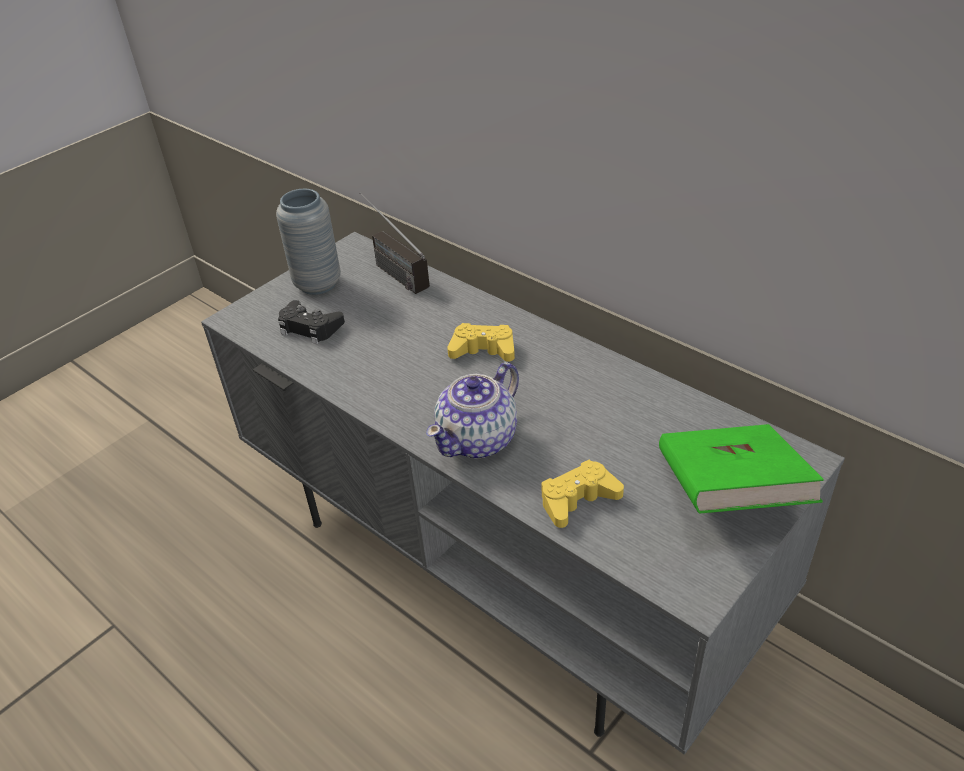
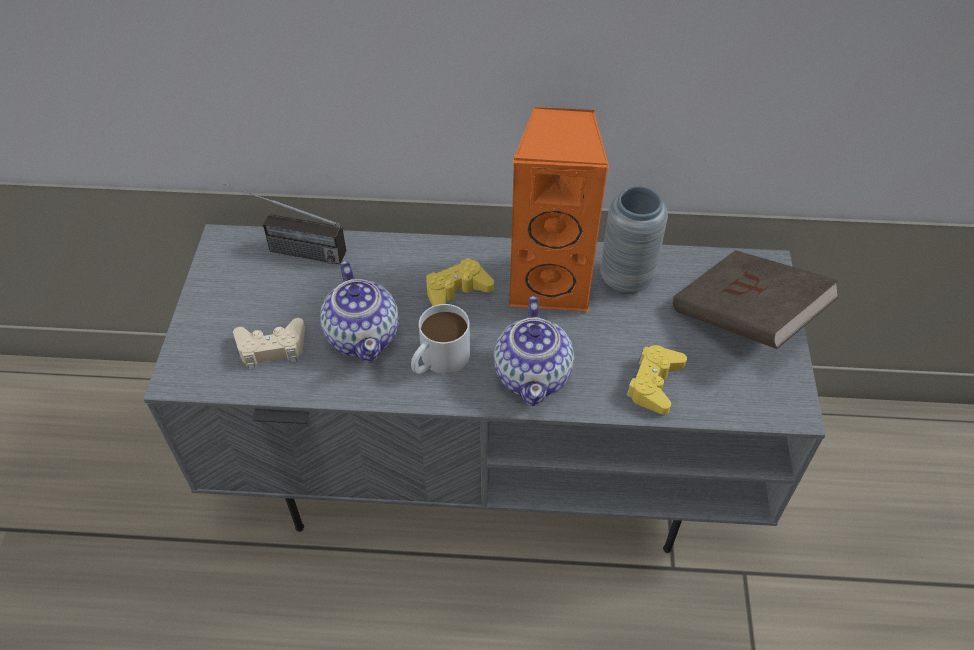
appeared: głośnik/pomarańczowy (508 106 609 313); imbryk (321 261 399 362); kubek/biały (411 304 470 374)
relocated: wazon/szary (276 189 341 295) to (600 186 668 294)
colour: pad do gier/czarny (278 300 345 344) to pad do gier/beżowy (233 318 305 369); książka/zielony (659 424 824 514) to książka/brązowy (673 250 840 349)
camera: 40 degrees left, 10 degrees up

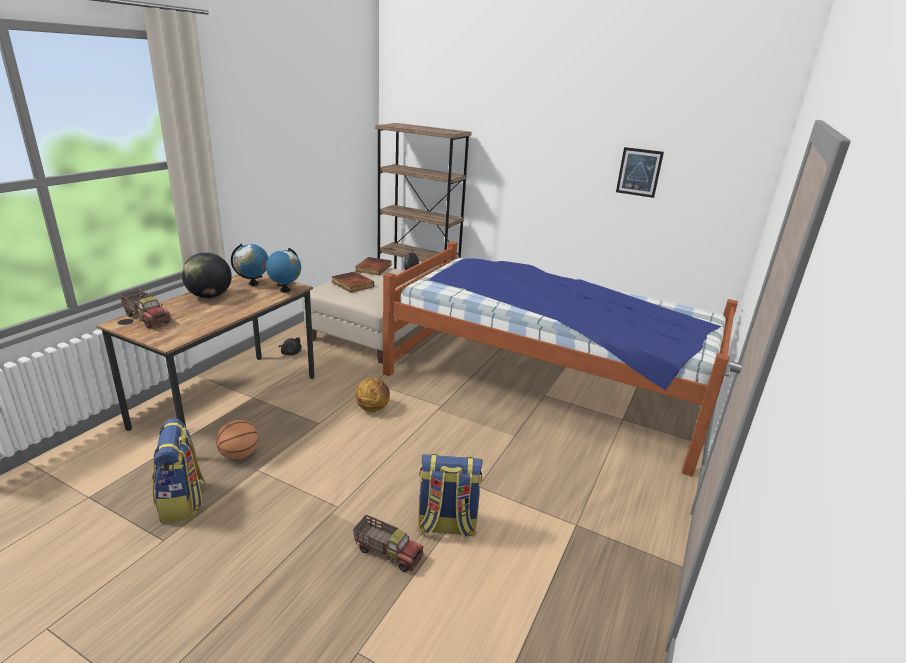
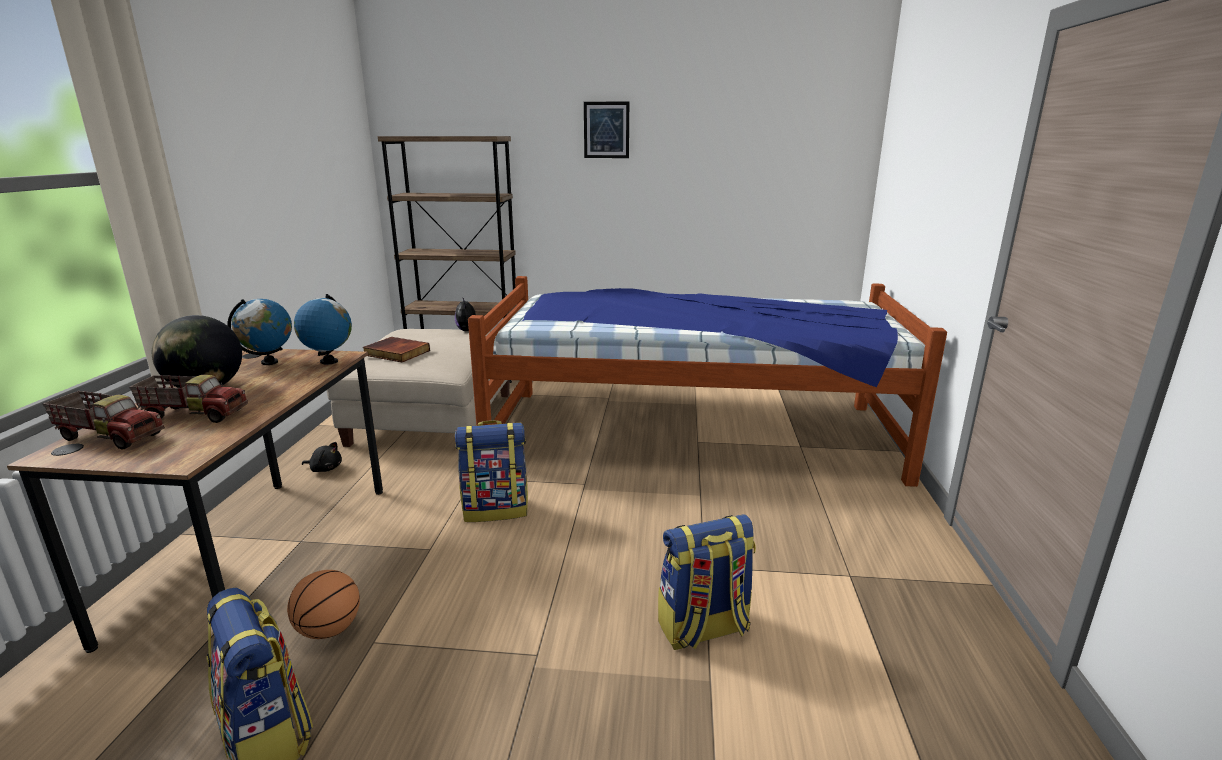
missing: książka (355 257 392 275)
relocated: obraz (616 147 664 198) to (584 102 629 158); ciężarówka zabawkowa (353 514 423 572) to (129 375 248 423)
exchanged: piłka do koszykówki (355 378 390 412) to plecak (455 420 528 522)
camera: 20 degrees left, 5 degrees down

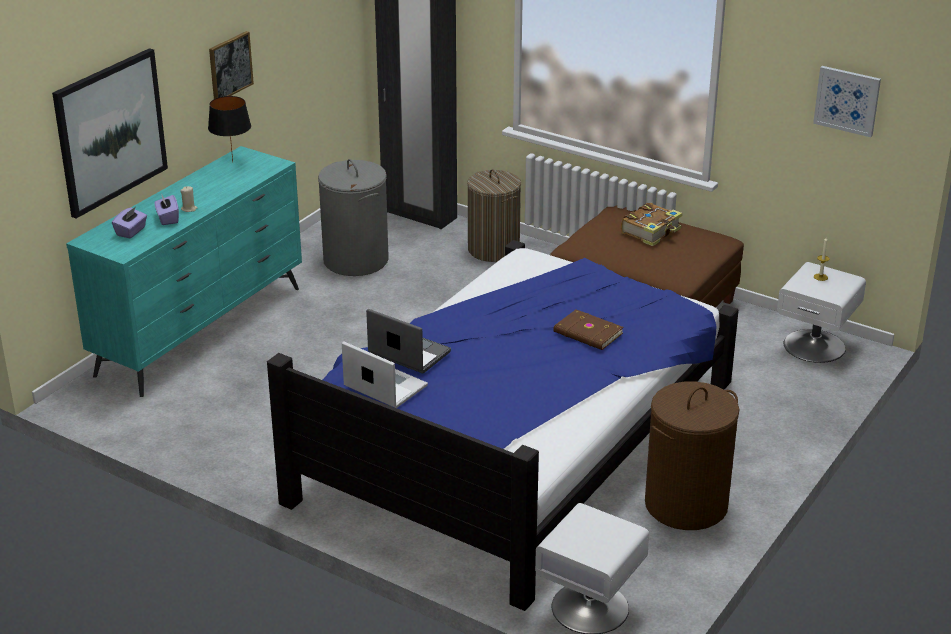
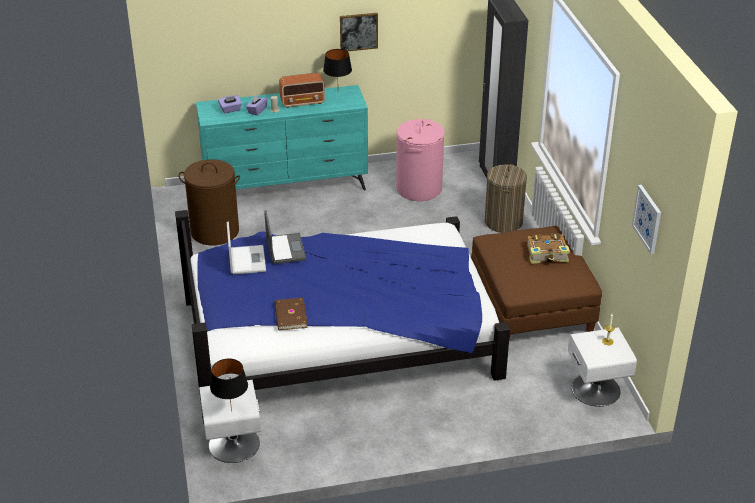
missing: obraz (52 48 168 218)
appeared: radio (279 73 325 108); lampa stołowa/czarny (210 359 248 411)
relocated: książka/brązowy (553 309 623 350) to (275 298 308 330); kosz na pranie/brązowy (645 381 740 530) to (178 159 240 246)
colour: kosz na pranie/szary (318 159 389 276) to kosz na pranie/różowy (396 119 445 201)
camera: 45 degrees right, 5 degrees up

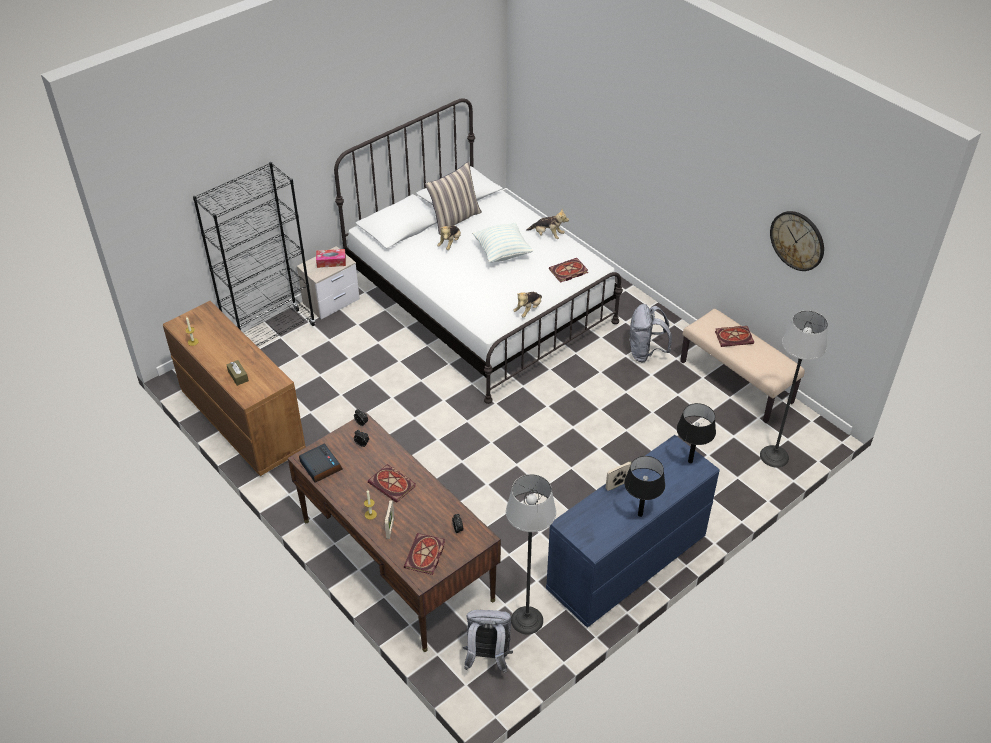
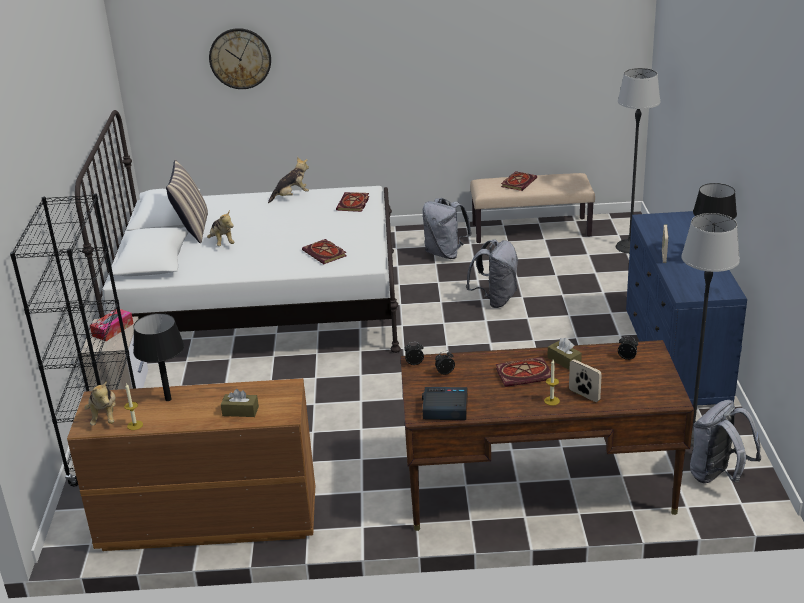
missing: poduszka (472 223 533 263)
appeared: plecak/szary (466 239 518 308); pudełko chusteczek/brązowy (547 338 582 370)
relocated: zegar ścienny (770 211 824 271) to (209 28 271 89); pluszak (513 292 542 318) to (84 380 116 425); lampa stołowa/czarny (677 403 716 463) to (133 313 184 401); książka (404 533 445 575) to (302 239 347 264)
camera: 50 degrees left, 15 degrees down

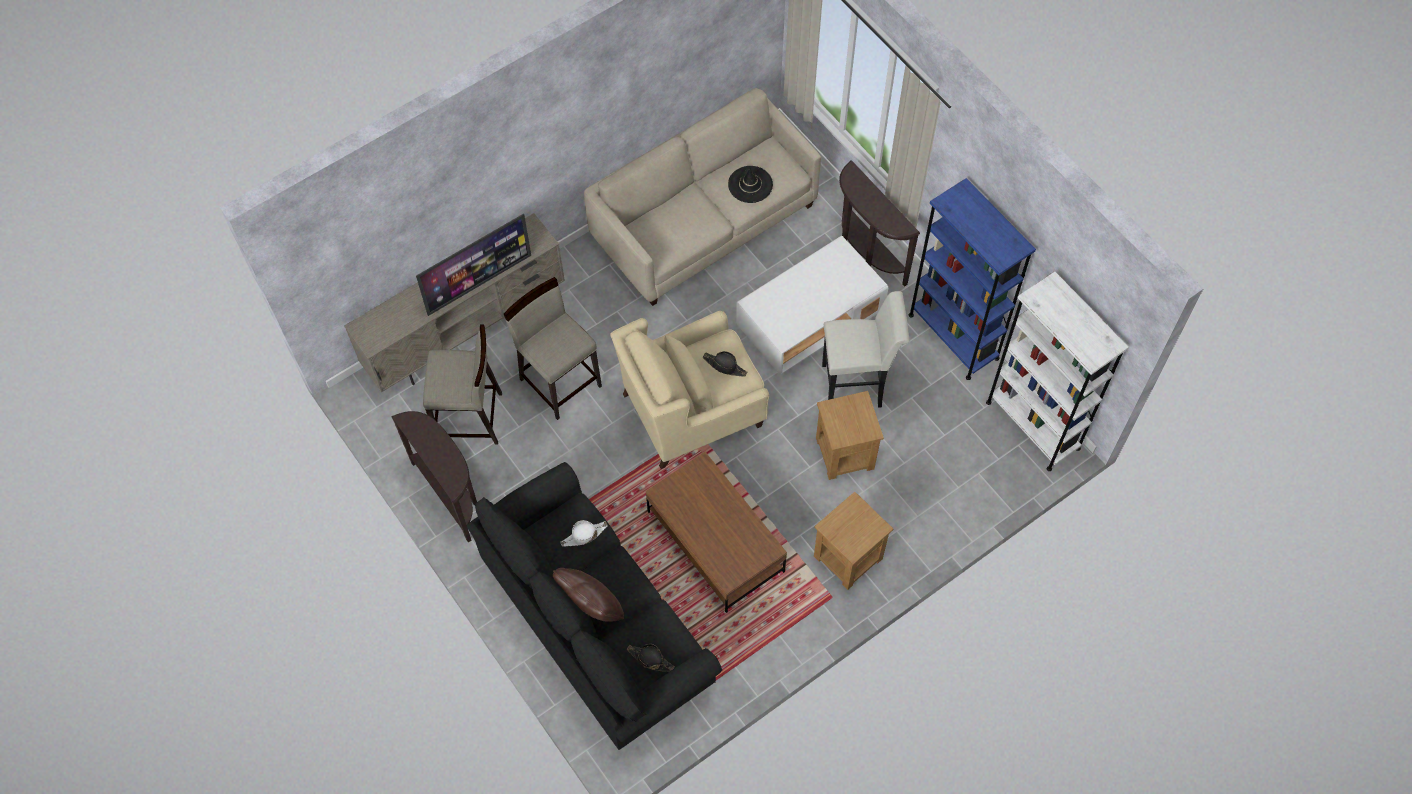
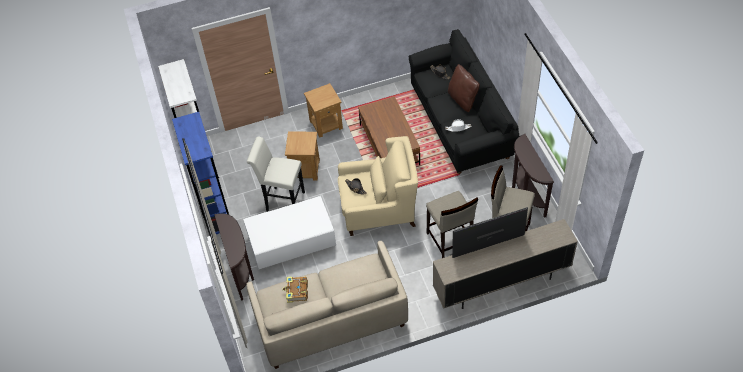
exchanged: kapelusz/czarny (728 166 773 203) to książka (282 277 308 303)
camera: 160 degrees left, 10 degrees down

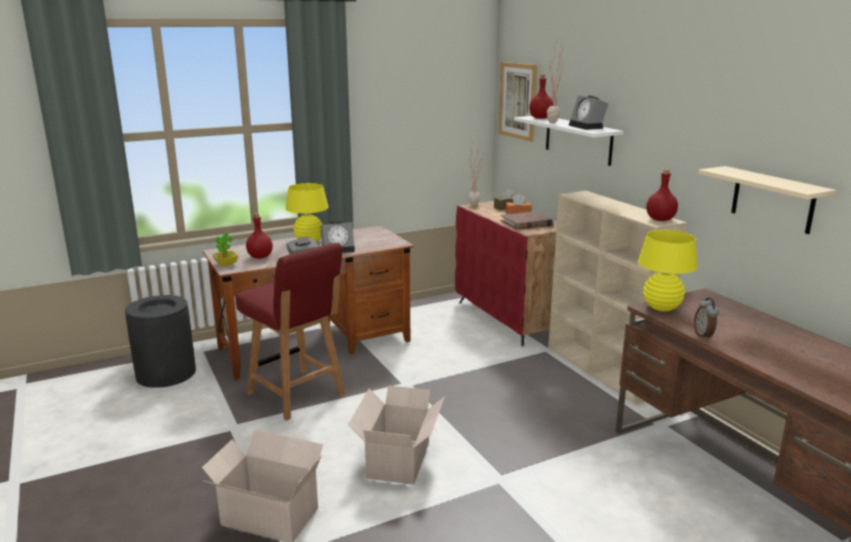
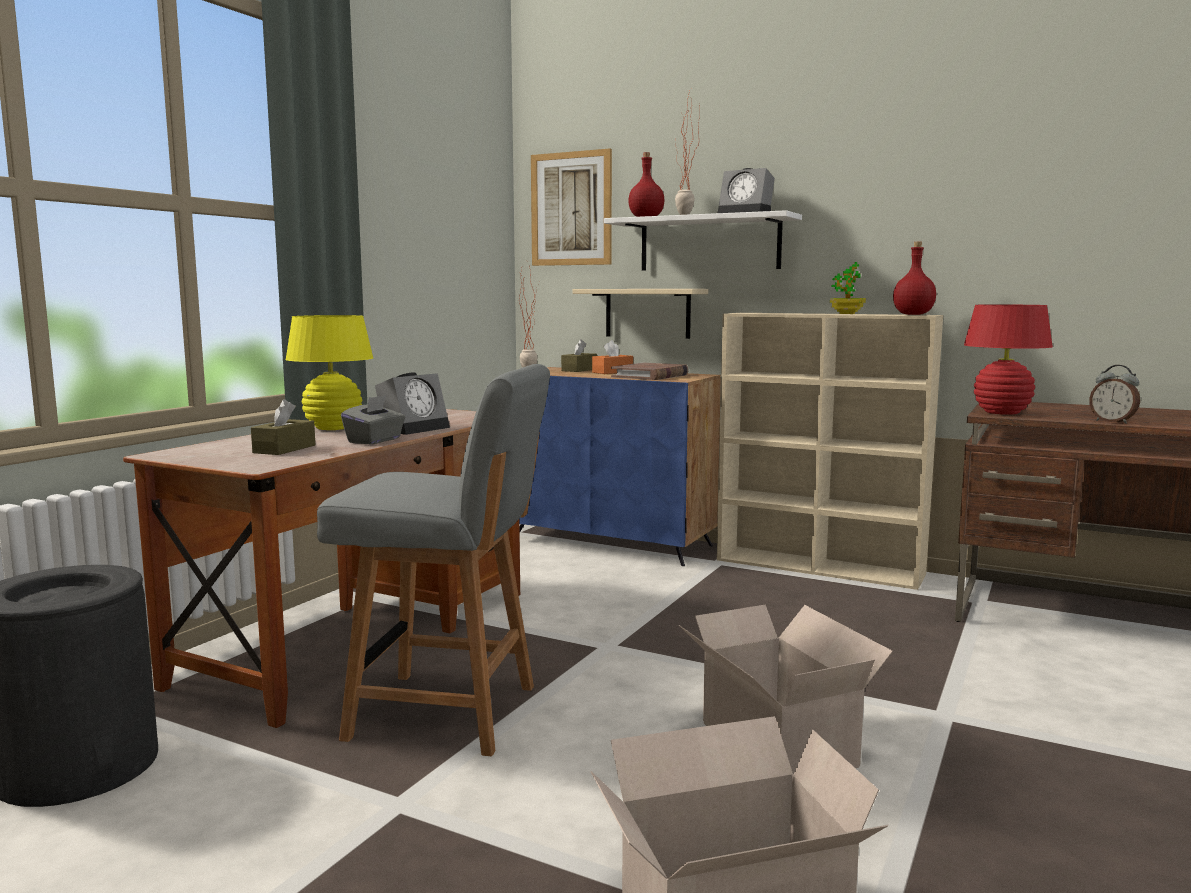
relocated: półka/beżowy (698 166 837 234) to (573 289 708 339); roślina doniczkowa (213 232 238 267) to (830 262 866 314)
exchanged: butelka/czerwony (246 213 273 259) to pudełko chusteczek/brązowy (251 399 315 455)
colour: szafka/czerwony (455 201 557 346) to szafka/niebieski (519 367 721 566); lampa stołowa/żółty (638 230 698 311) to lampa stołowa/czerwony (964 304 1053 415); krzesło/czerwony (235 243 345 421) to krzesło/szary (317 364 550 756)
camera: 35 degrees left, 10 degrees down

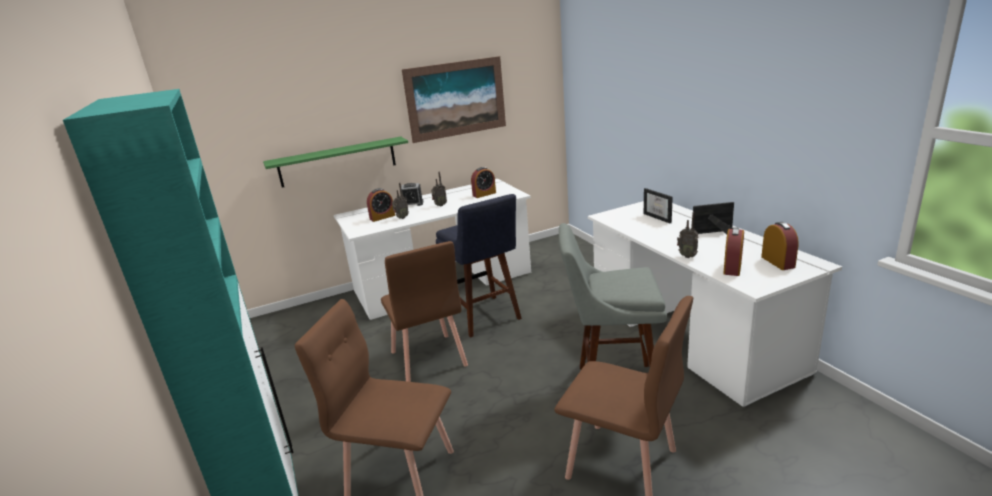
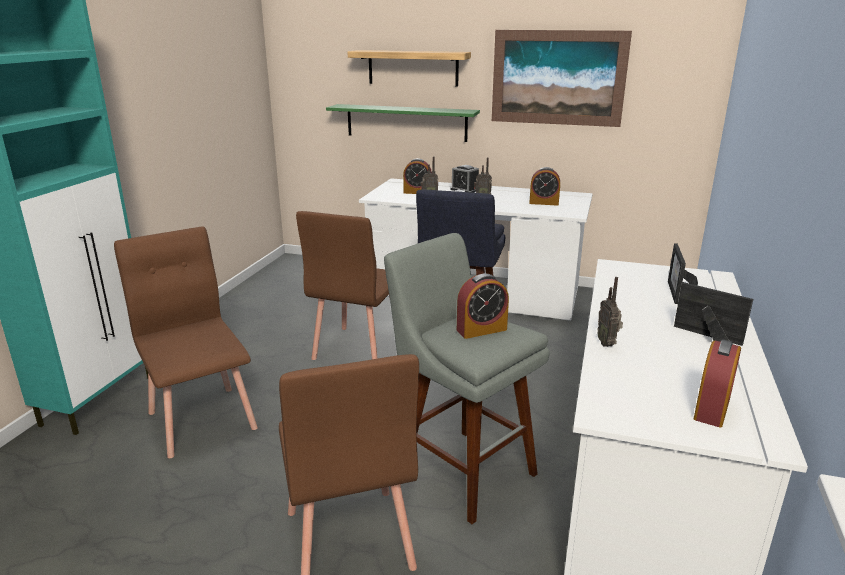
appeared: półka (347 50 471 86)
relocated: budzik (723 227 744 276) to (457 273 509 339)
camera: 40 degrees right, 0 degrees up

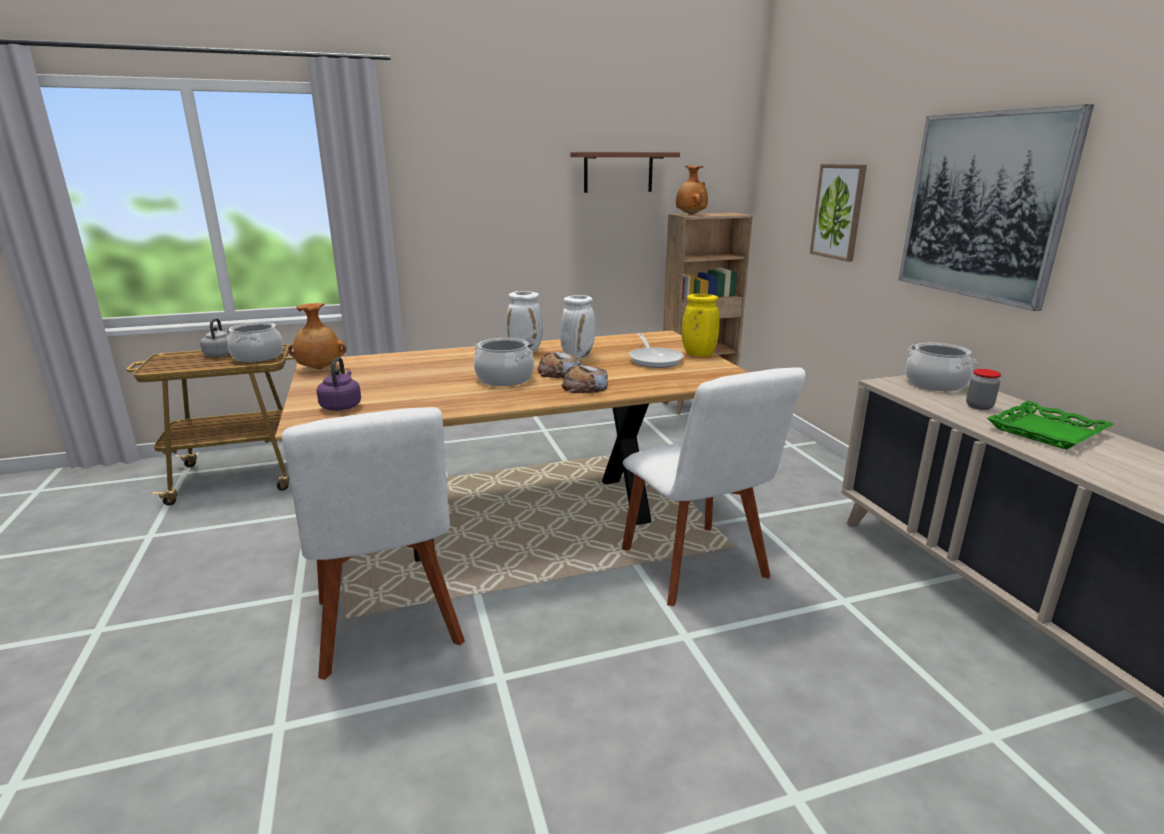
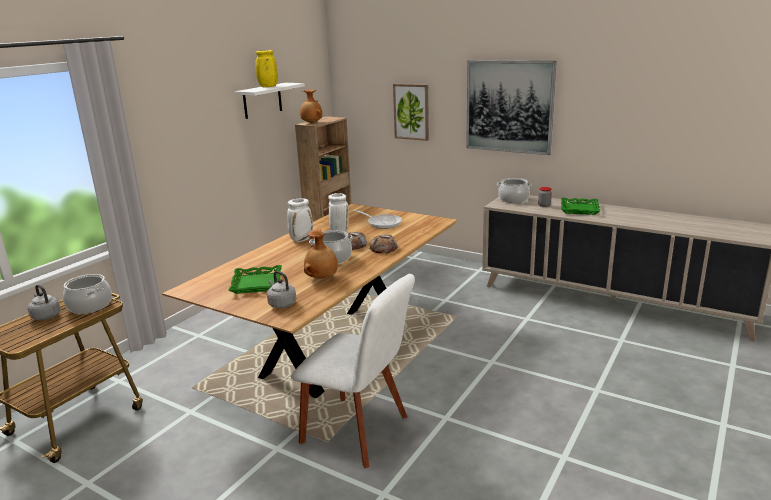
missing: krzesło/biały (622 367 806 606)
appeared: taca/zielony (229 265 282 294)
relocated: wazon/żółty (682 294 719 357) to (255 50 278 87); wazon/brązowy (288 303 346 369) to (304 229 338 279)
colour: półka/brązowy (570 152 680 193) to półka/biały (235 83 305 119); czajnik/fioletowy (317 357 361 411) to czajnik/szary (267 271 296 308)
camera: 40 degrees left, 0 degrees up

